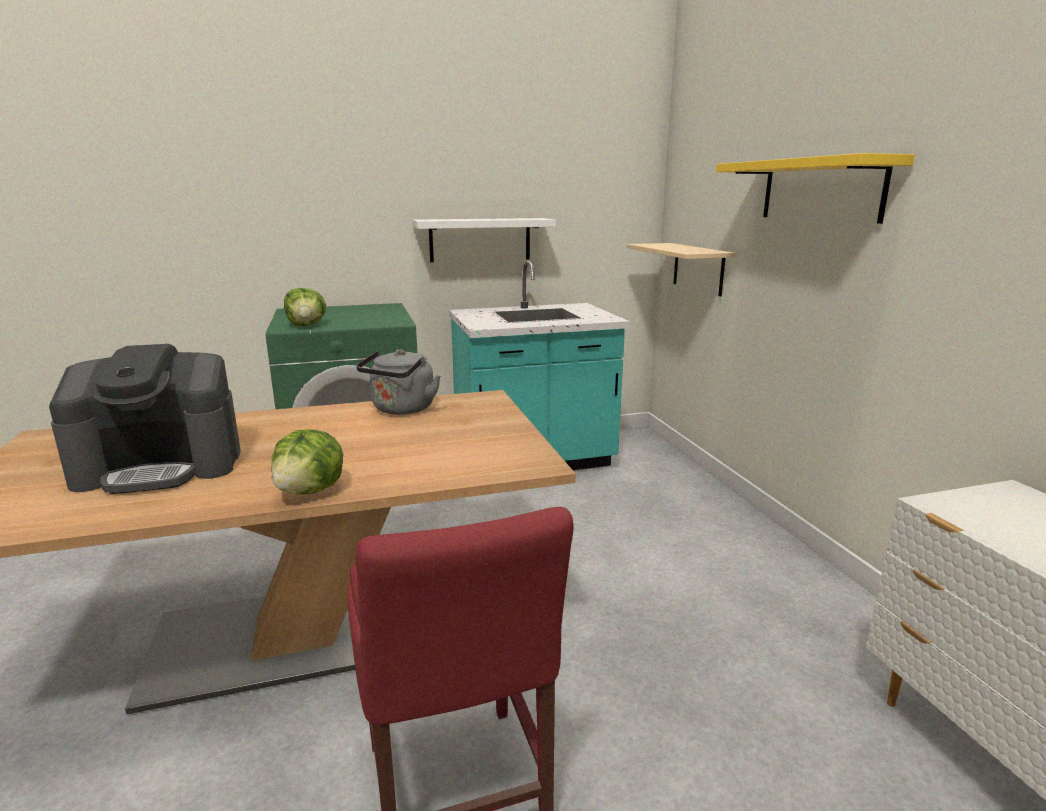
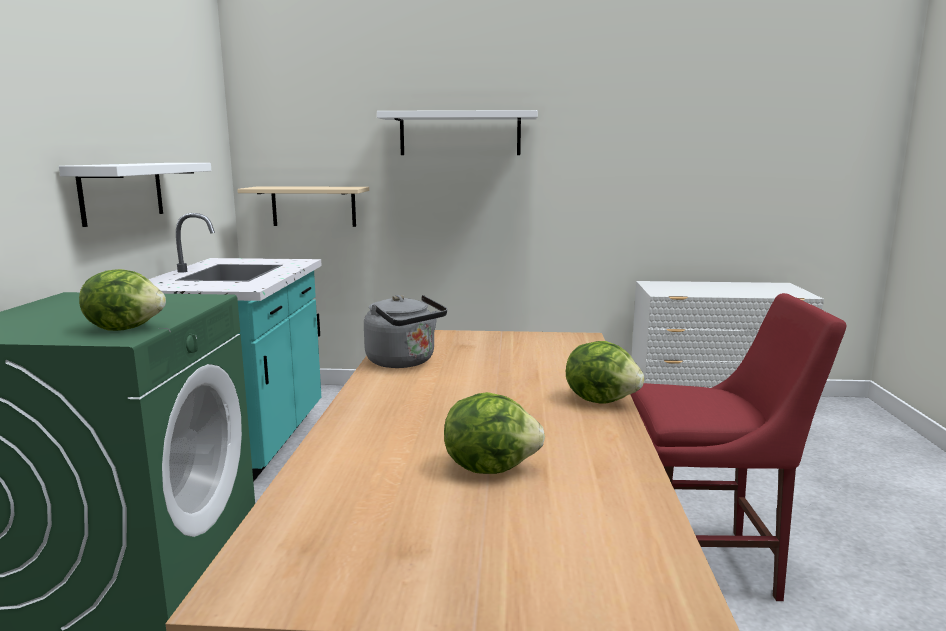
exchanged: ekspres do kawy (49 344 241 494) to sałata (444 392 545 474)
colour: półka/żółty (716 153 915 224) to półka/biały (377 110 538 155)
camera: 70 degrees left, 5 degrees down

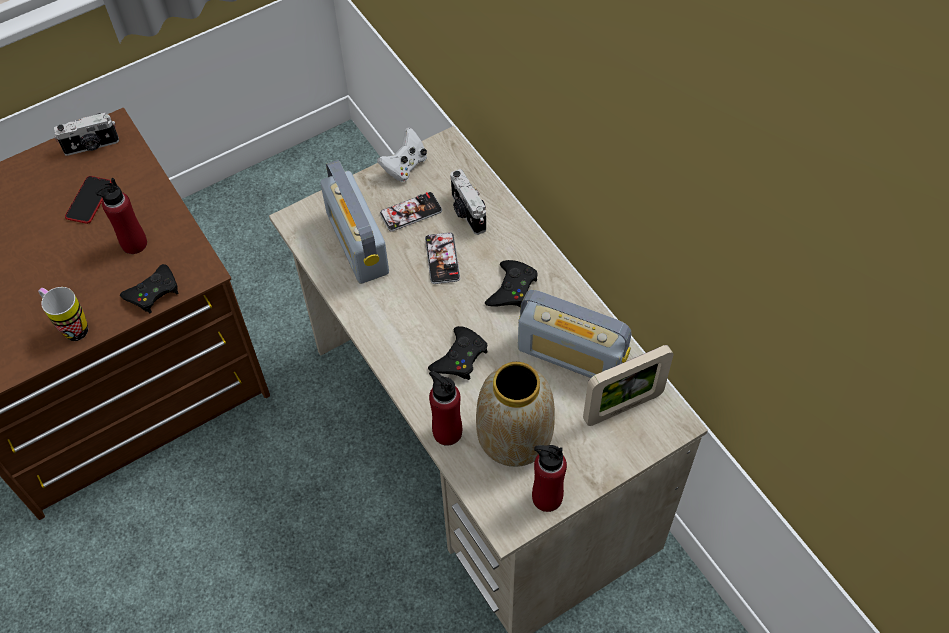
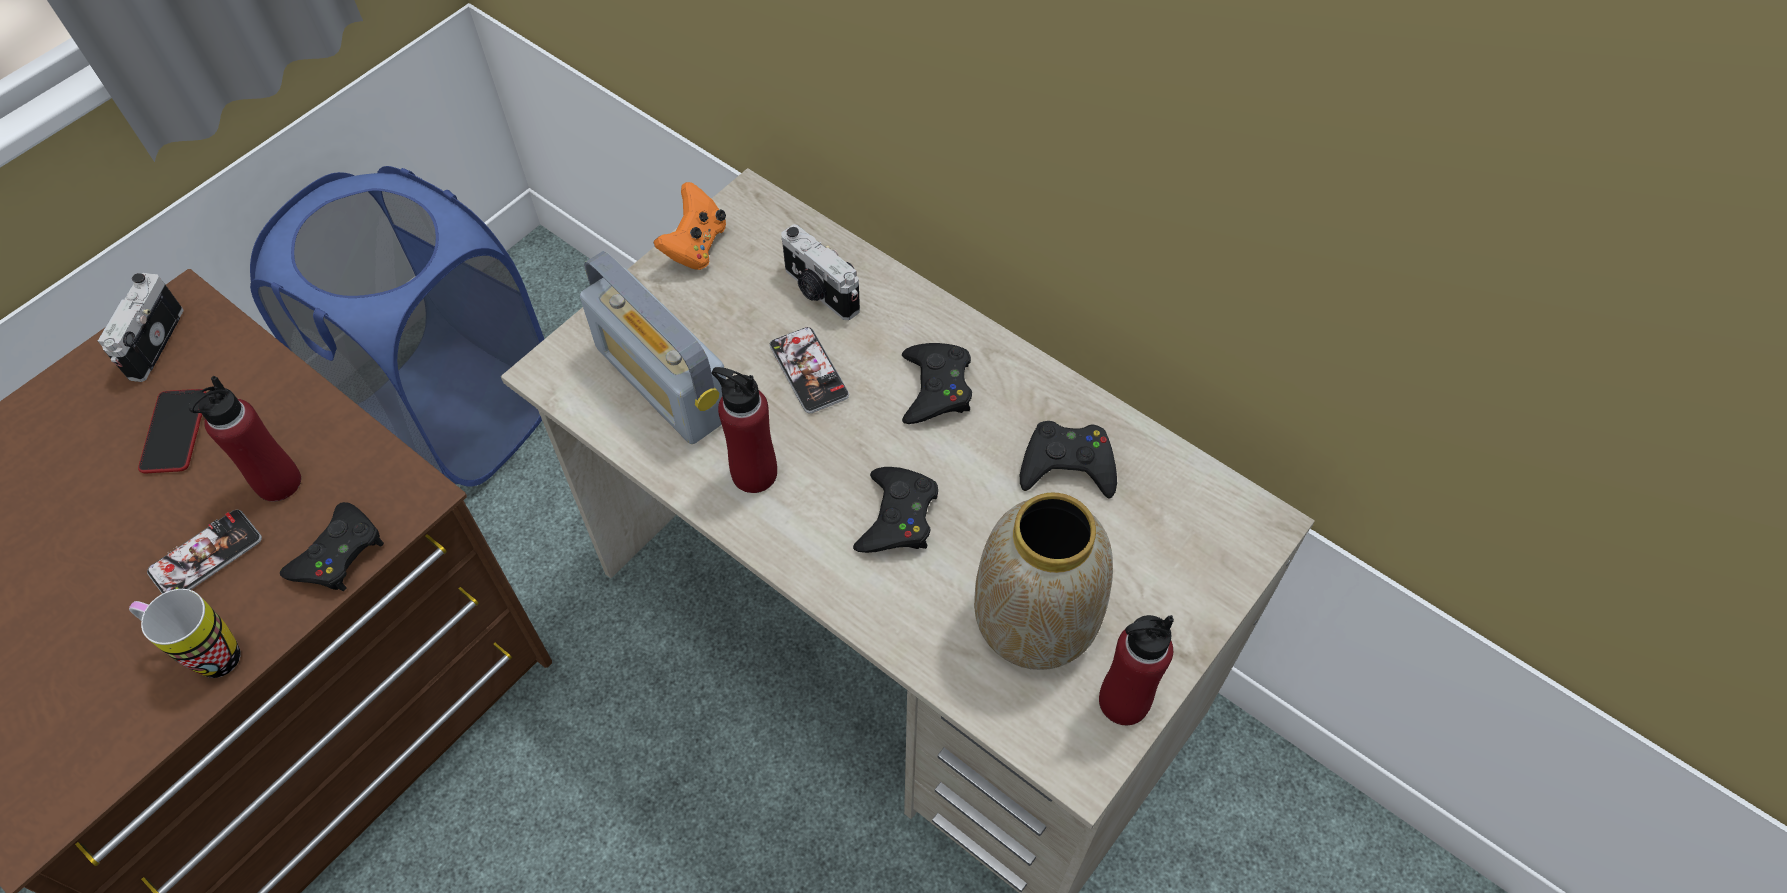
missing: ramka na zdjęcie (583 345 674 426)
appeared: kosz na pranie/niebieski (250 166 544 487)
relocated: telefon (380 192 442 232) to (147 510 262 594); butelka/czerwony (429 371 462 446) to (712 367 777 493)
exchanged: radio (518 290 632 378) to pad do gier/czarny (1020 421 1117 498)
colour: pad do gier/biały (377 128 427 182) to pad do gier/pomarańczowy (654 182 726 270)
spun: aparat fotograficzny (54 113 119 156) = (98 273 184 382) 135 degrees clockwise
camera: 20 degrees left, 0 degrees up

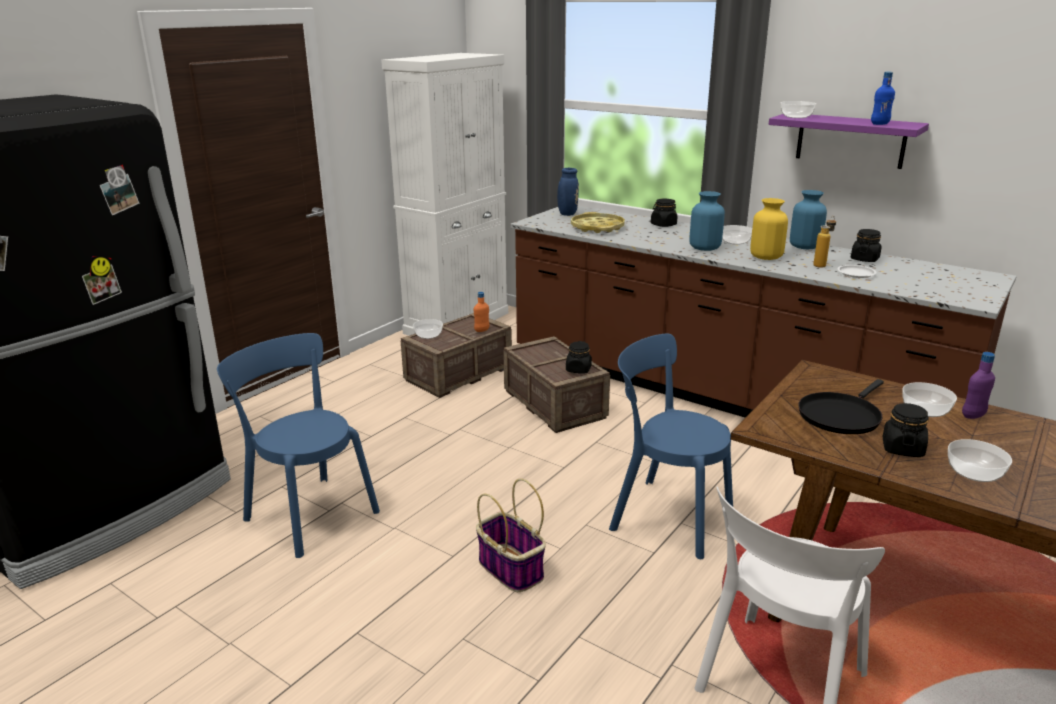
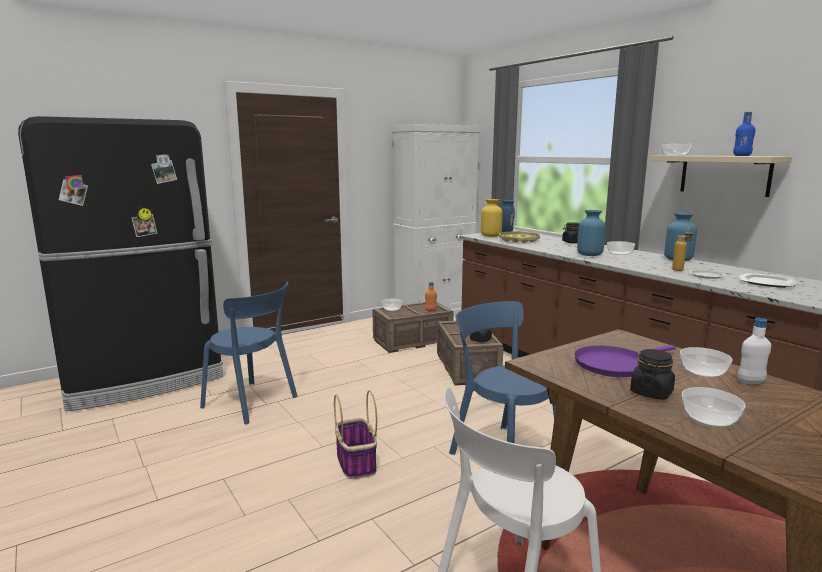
missing: słoik/czarny (851 229 881 262)
appeared: talerz (739 273 798 288)
relocated: wazon/żółty (750 198 788 260) to (481 199 503 237)
colour: półka/fioletowy (768 114 929 169) to półka/beżowy (650 155 792 197); butelka/fioletowy (962 352 995 419) to butelka/biały (737 318 771 384); patelnia/czarny (798 379 884 434) to patelnia/fioletowy (574 345 676 377)
spun: krzesło/niebieski (217 333 380 558) = (200 281 298 425) 150 degrees clockwise
camera: 20 degrees right, 10 degrees down

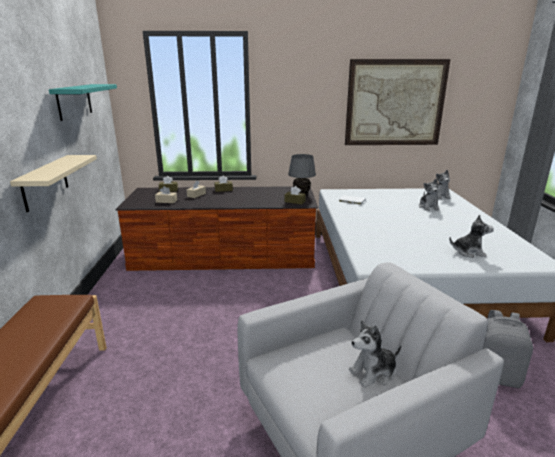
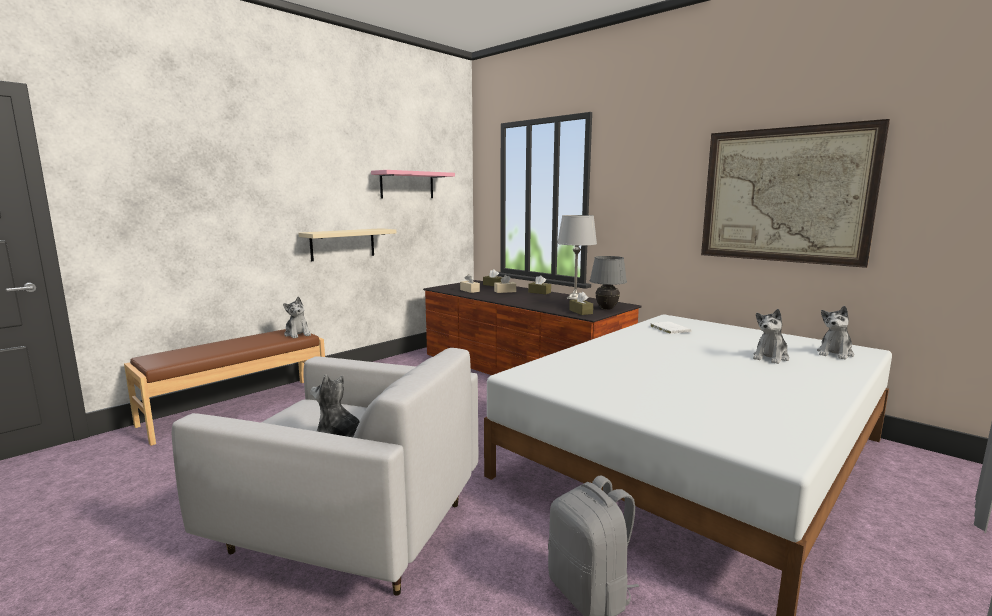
appeared: lampa stołowa/szary (557 215 597 300)
relocated: pluszak (449 215 494 258) to (283 297 311 338)
colour: półka/turkusowy (49 84 117 121) to półka/różowy (371 170 455 198)
camera: 45 degrees right, 10 degrees down

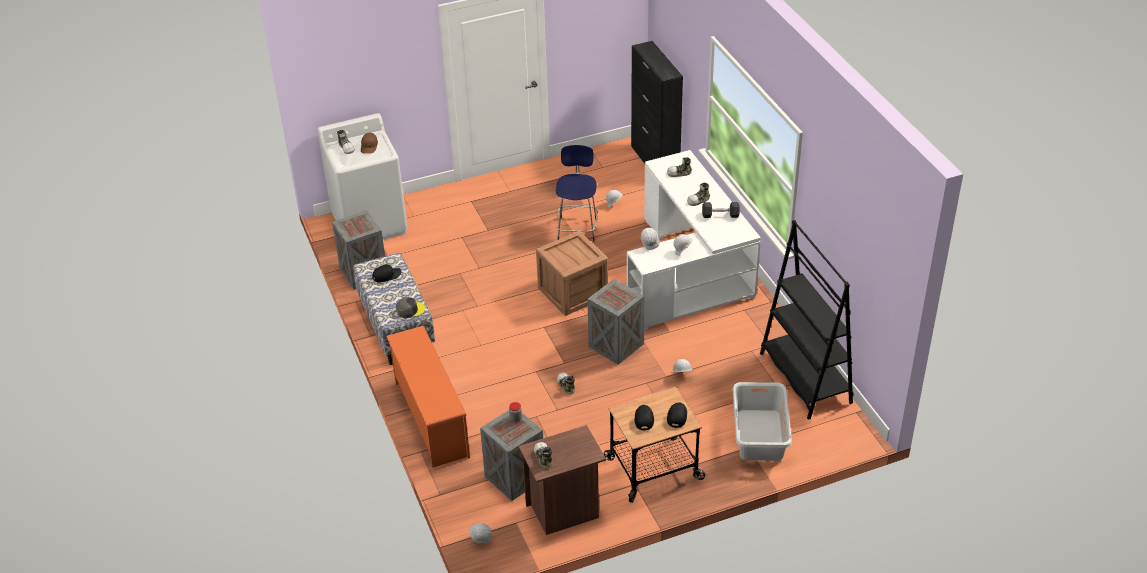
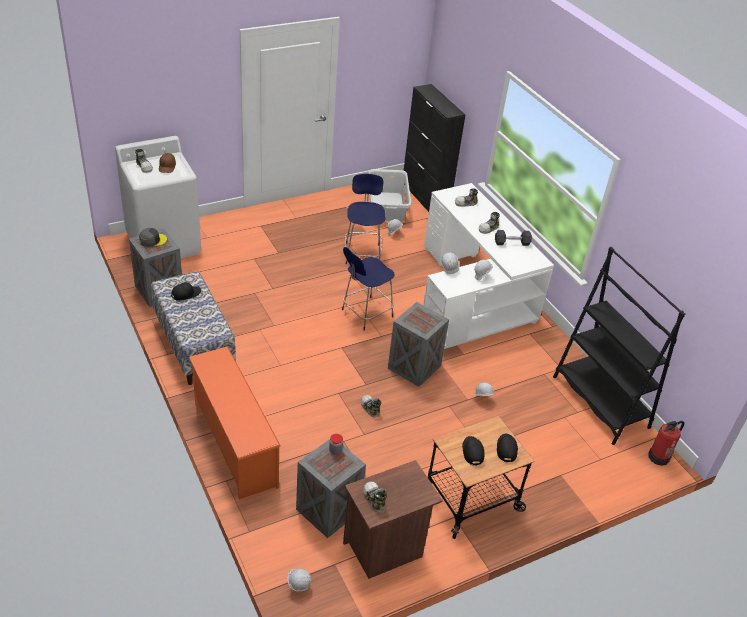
appeared: gaśnica (648 421 685 466)
relocated: czapka z daszkiem/szary (396 297 425 318) to (139 228 167 247); kosz na pranie/szary (732 382 792 461) to (368 169 411 222)
exchanged: skrzynka (536 231 608 316) to stołek/niebieski (342 247 395 331)
camera: 10 degrees left, 0 degrees up

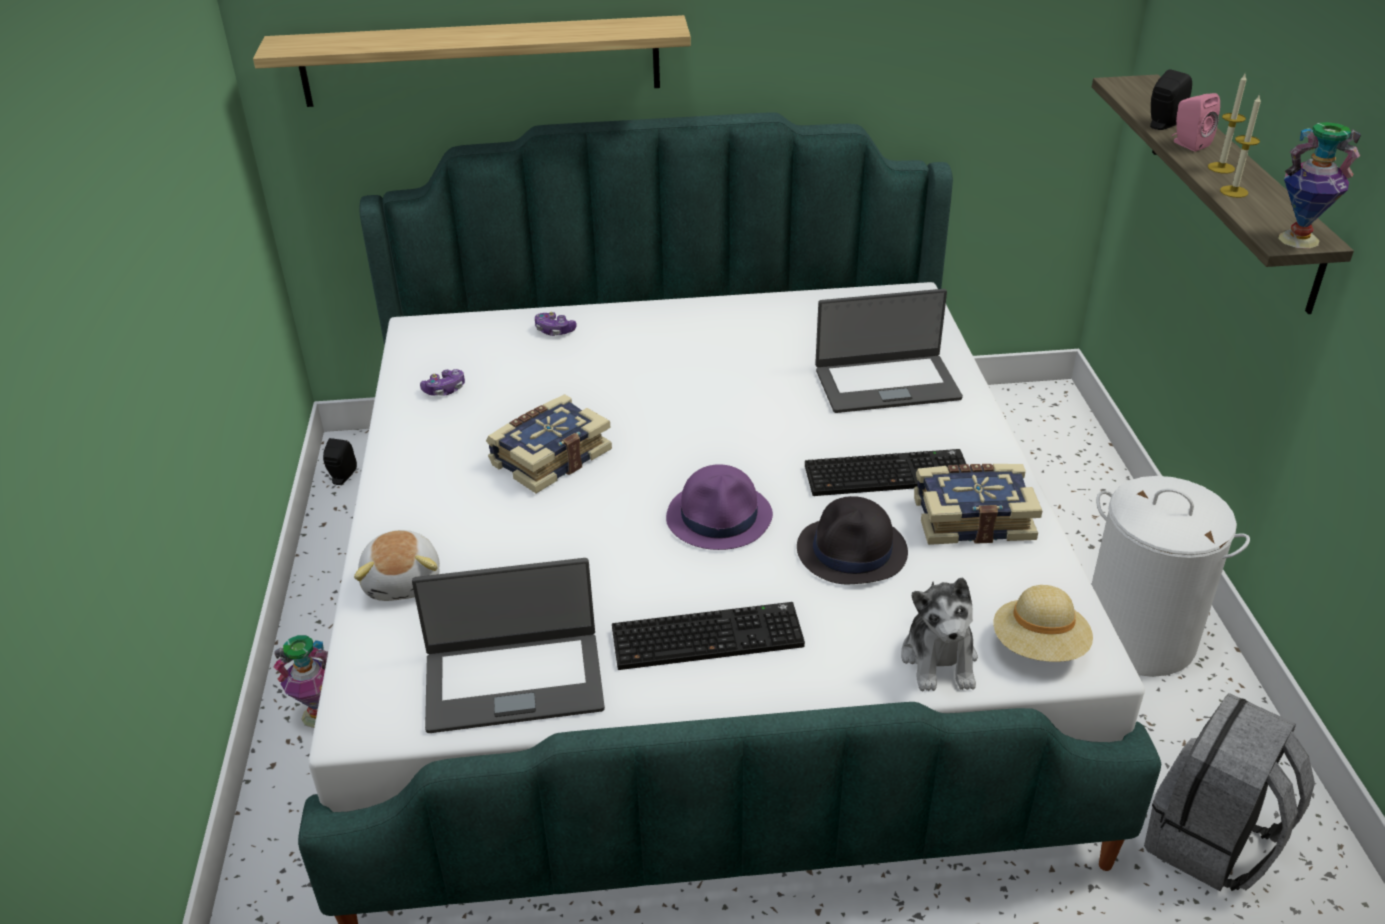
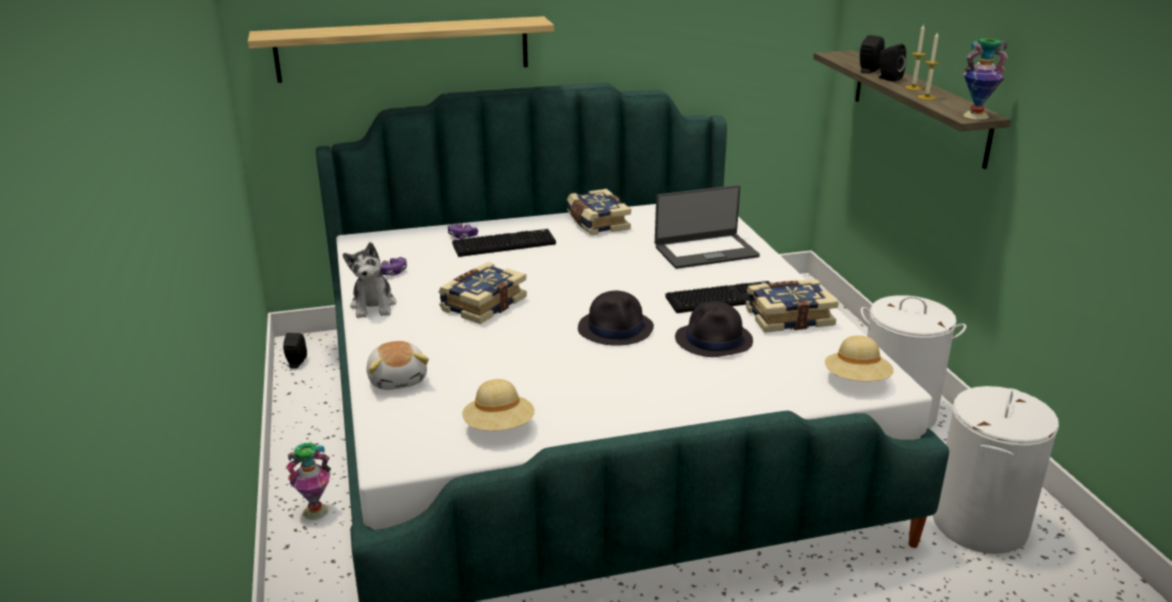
appeared: książka (567 189 631 235)
relocated: pluszak (901 577 978 691) to (343 242 396 318); klawiatura (612 602 805 670) to (452 229 556 257)
exchanged: laptop (412 558 605 733) to kapelusz/beżowy (462 379 535 431); plecak/szary (1144 693 1315 891) to kosz na pranie/biały (932 386 1059 554)
colour: głośnik/różowy (1172 93 1220 152) to głośnik/czarny (877 44 906 82); kapelusz/fioletowy (666 464 773 550) to kapelusz/czarny (578 291 654 346)
camera: 10 degrees left, 10 degrees down

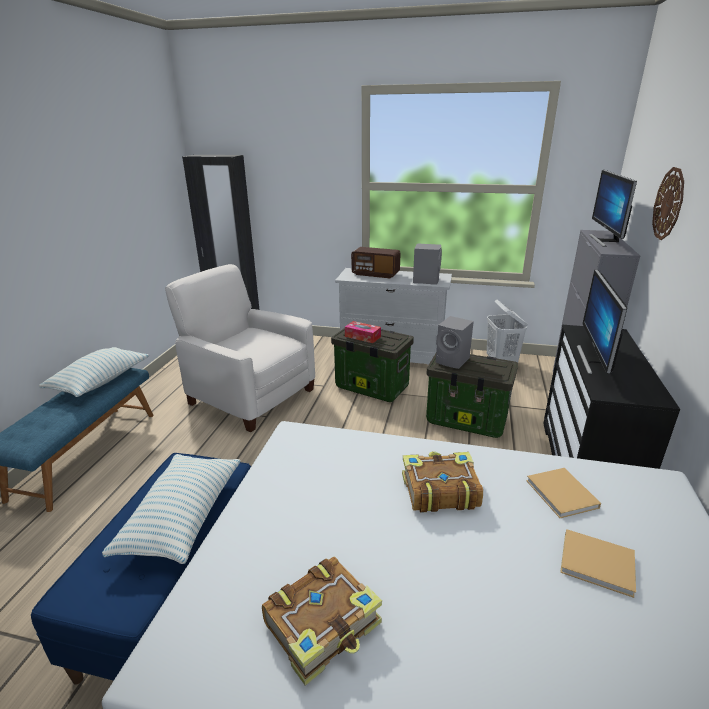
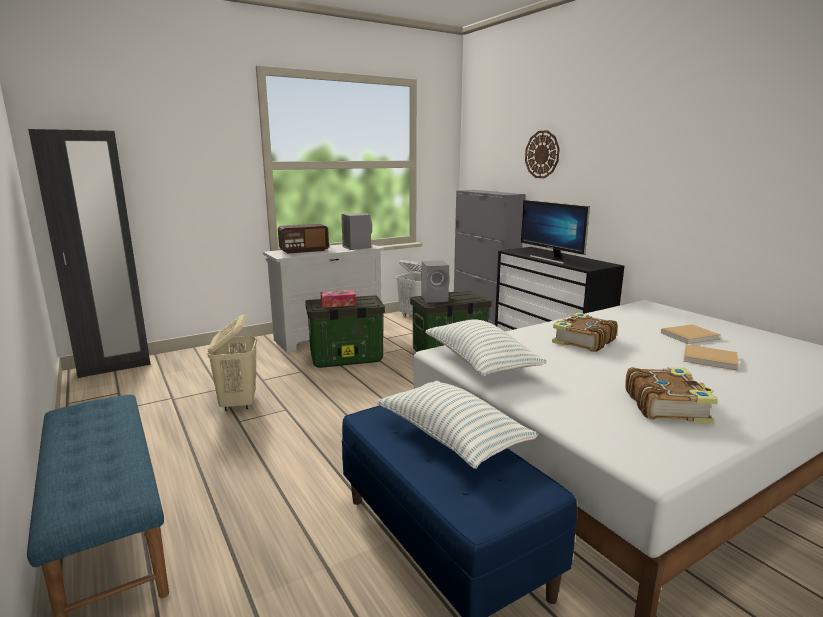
missing: monitor (589 170 637 247)
relocated: poduszka (39 347 149 397) to (425 319 547 376); książka/beżowy (526 468 601 518) to (683 344 739 371)
exchanged: fotel/biały (165 264 315 432) to kosz na pranie/beżowy (207 314 257 411)
camera: 45 degrees left, 10 degrees down

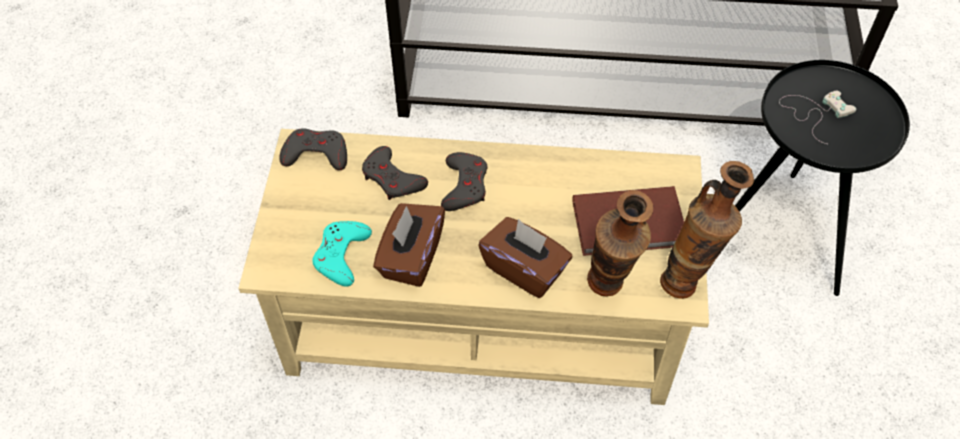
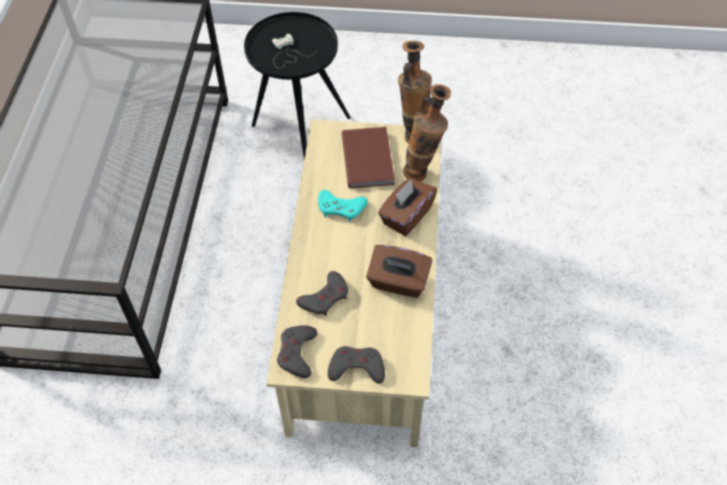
relocated: pad do gier/szary (441 152 488 211) to (328 346 385 383); pad do gier/turkusowy (312 221 372 287) to (318 190 368 222)
camera: 90 degrees left, 0 degrees up

